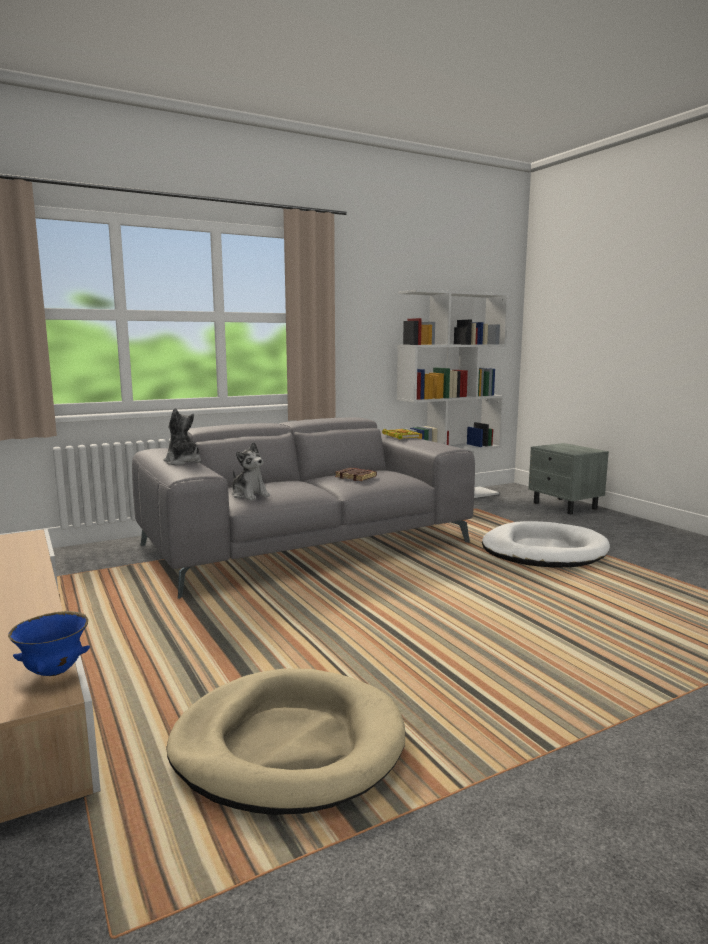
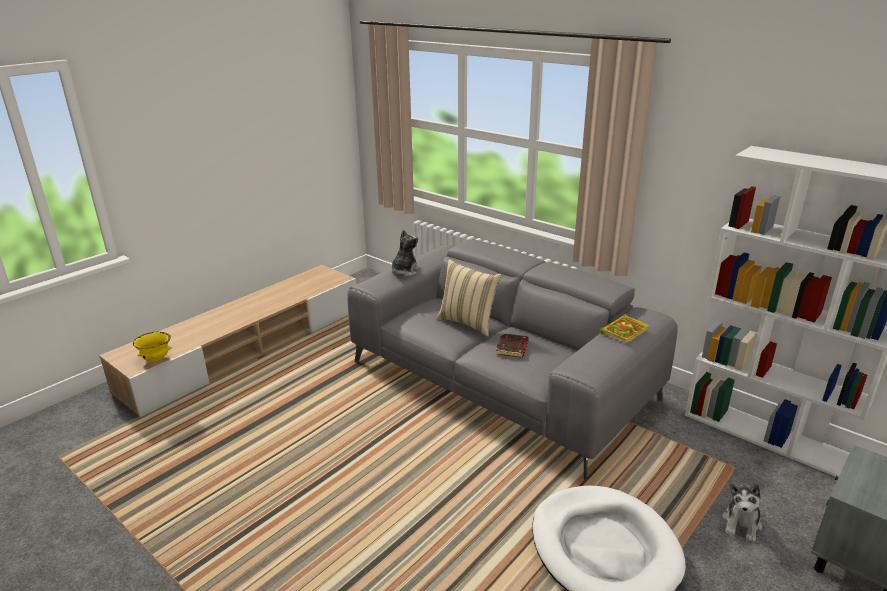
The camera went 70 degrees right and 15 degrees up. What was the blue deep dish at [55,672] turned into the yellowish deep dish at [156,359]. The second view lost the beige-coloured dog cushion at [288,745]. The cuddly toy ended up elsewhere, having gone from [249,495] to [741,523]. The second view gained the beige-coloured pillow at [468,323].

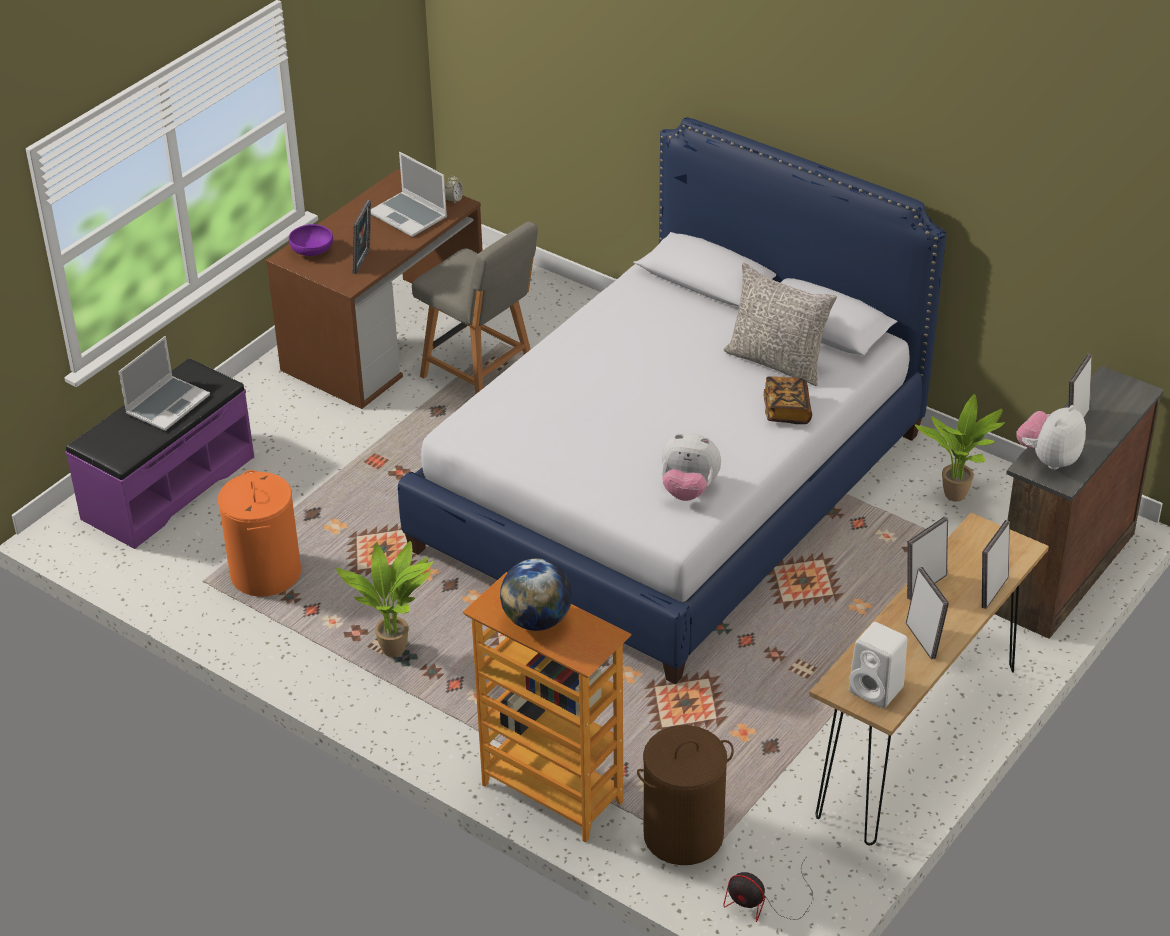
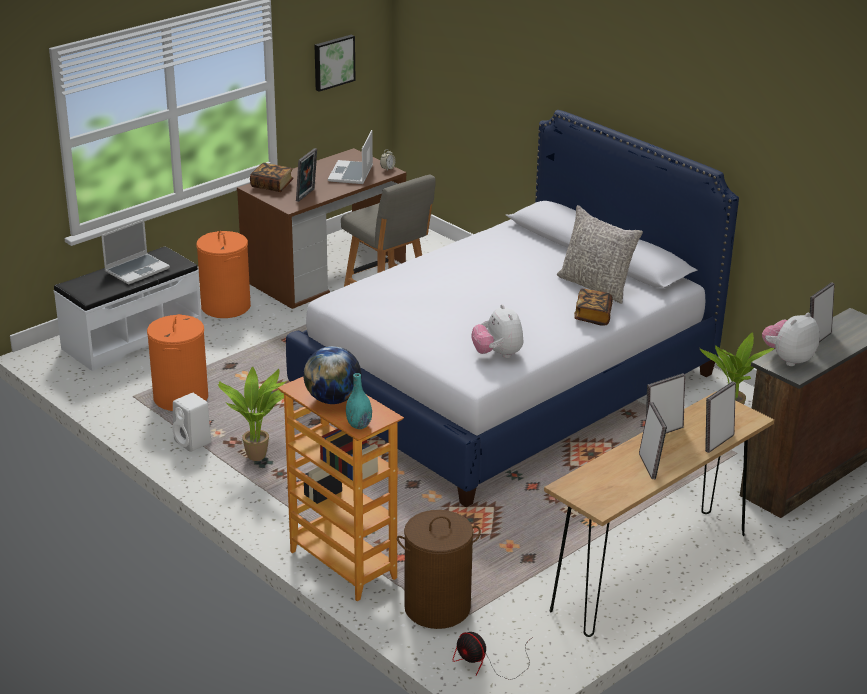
The camera went 10 degrees right and 10 degrees down. What was the purple-coloured long seat at [167,487] turned into the whitish long seat at [132,337]. Where the purple-coloured deep dish stood at [312,251], the bound book came to stand at [272,185]. The laptop at [409,216] ended up facing another way, 45 degrees clockwise from before. The cuddly toy at [688,490] ended up facing another way, 45 degrees clockwise from before. The whitish speaker ended up elsewhere, having gone from [877,690] to [193,442]. The second view gained the orange washing basket at [225,306]. The second view gained the picture at [333,62]. The second view gained the turquoise vase at [359,425].

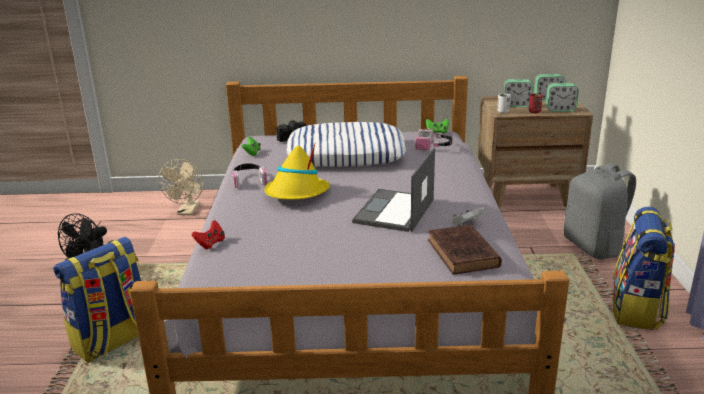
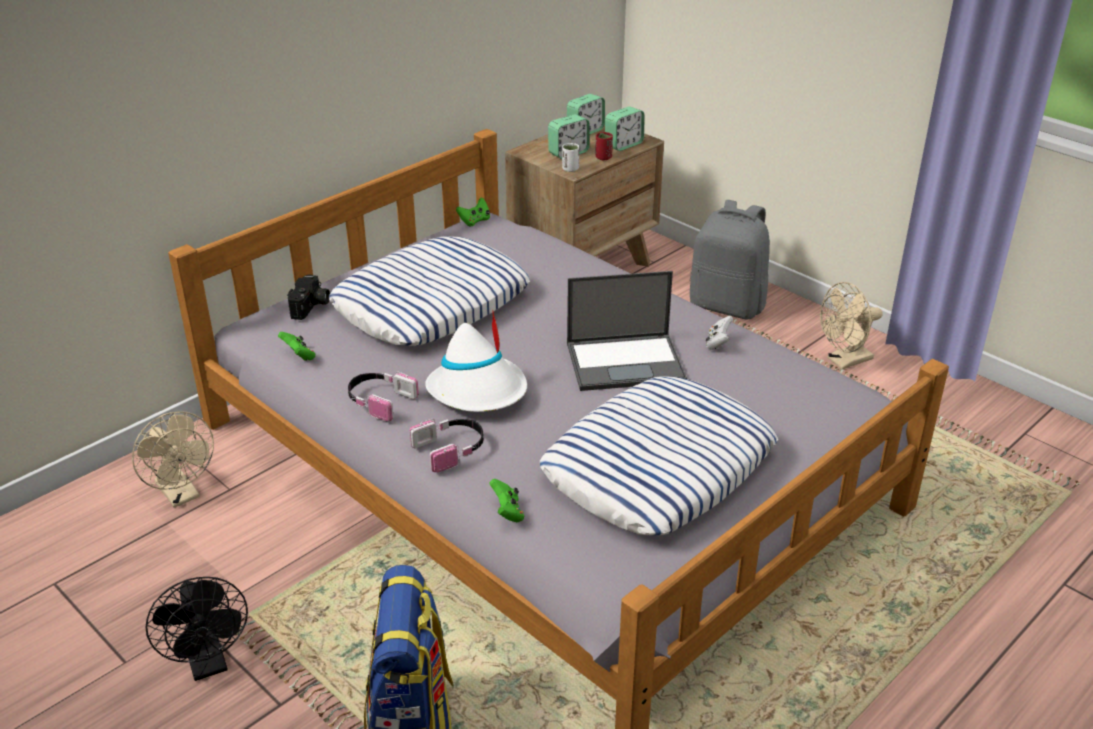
The camera went 45 degrees left and 10 degrees up. What was the reddish gamepad at [210,243] turned into the greenish gamepad at [507,512]. What was the yellowish clothing hat at [296,193] turned into the whitish clothing hat at [479,391]. The laptop at [394,211] ended up facing another way, 75 degrees counterclockwise from before. The headphones ended up elsewhere, having gone from [434,146] to [451,449]. The second view lost the brown-coloured bound book at [463,254]. Where the rucksack stood at [637,310], the beige-coloured electric fan came to stand at [844,361]. The second view gained the pillow at [659,467].

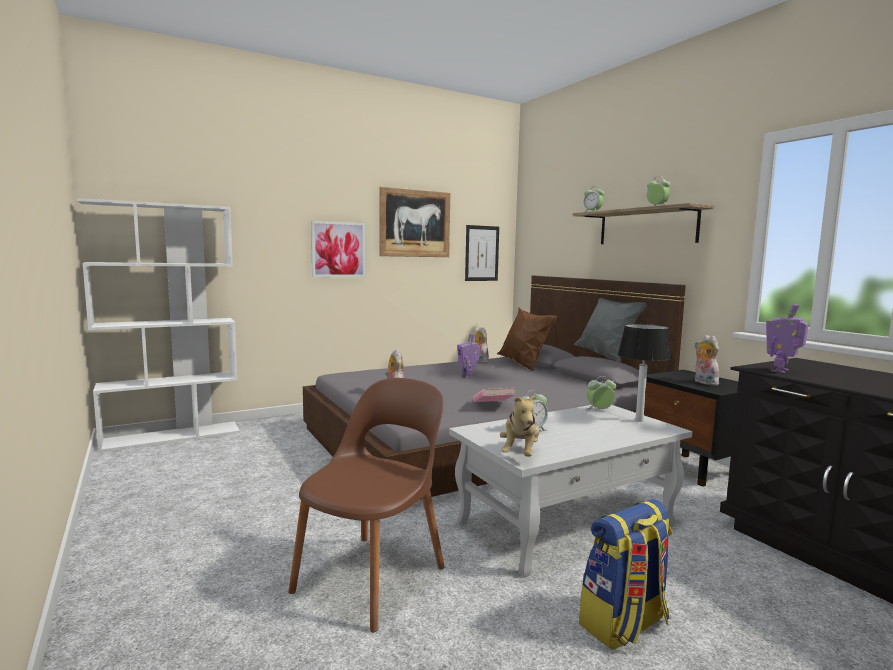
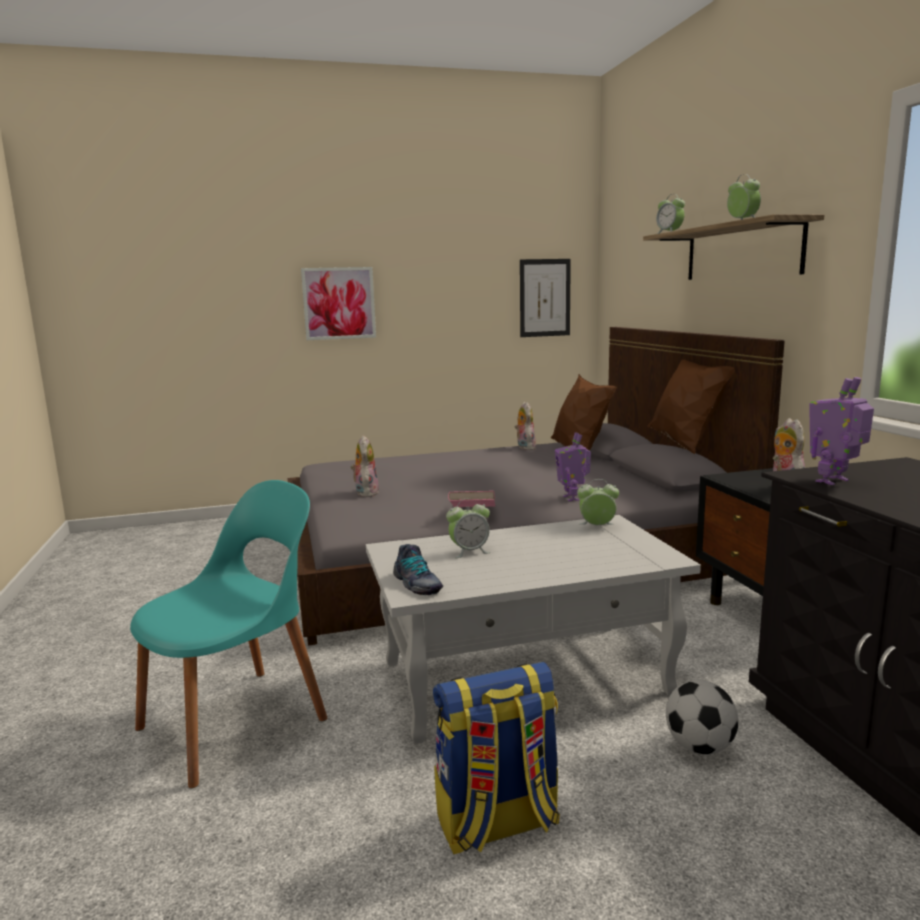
The camera went 15 degrees right and 5 degrees up. The second view lost the whitish bookcase at [172,436]. What was the brown-coloured plain chair at [372,577] turned into the turquoise plain chair at [238,721]. The second view lost the picture at [415,223]. The toy robot ended up elsewhere, having gone from [467,376] to [572,498]. Where the cuddly toy stood at [520,453], the shoe came to stand at [416,584]. What was the grey pillow at [605,356] turned into the brown-coloured pillow at [684,444]. The second view lost the lamp for a table at [639,420]. The second view gained the ball for football at [700,747].

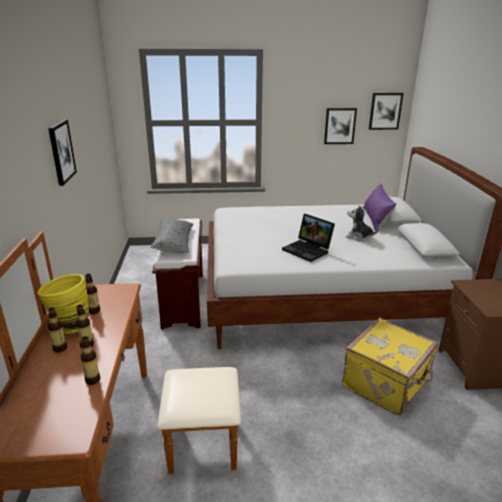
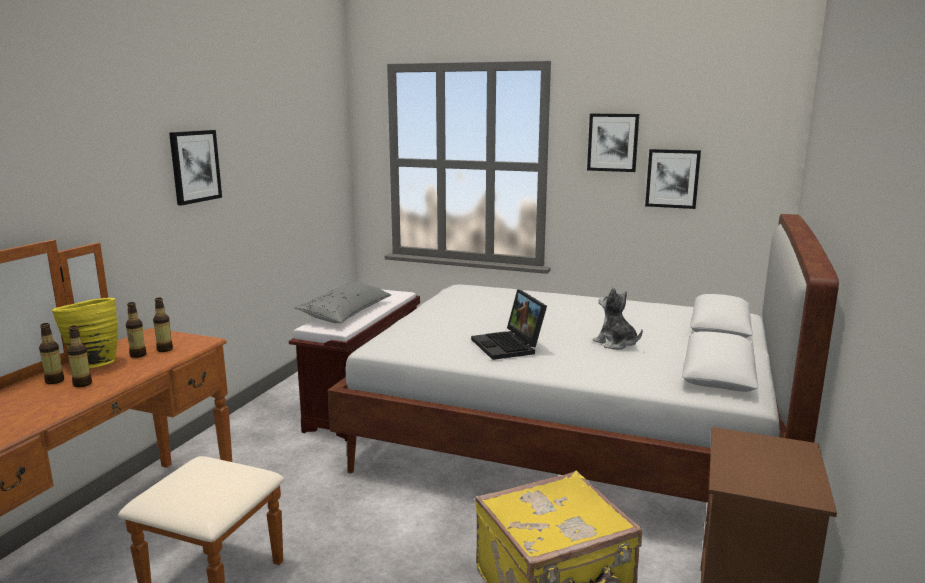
The camera went 25 degrees right and 10 degrees down. The bottle ended up elsewhere, having gone from [93,380] to [165,349]. The second view lost the purple-coloured pillow at [376,219]. The picture ended up elsewhere, having gone from [385,111] to [613,142].

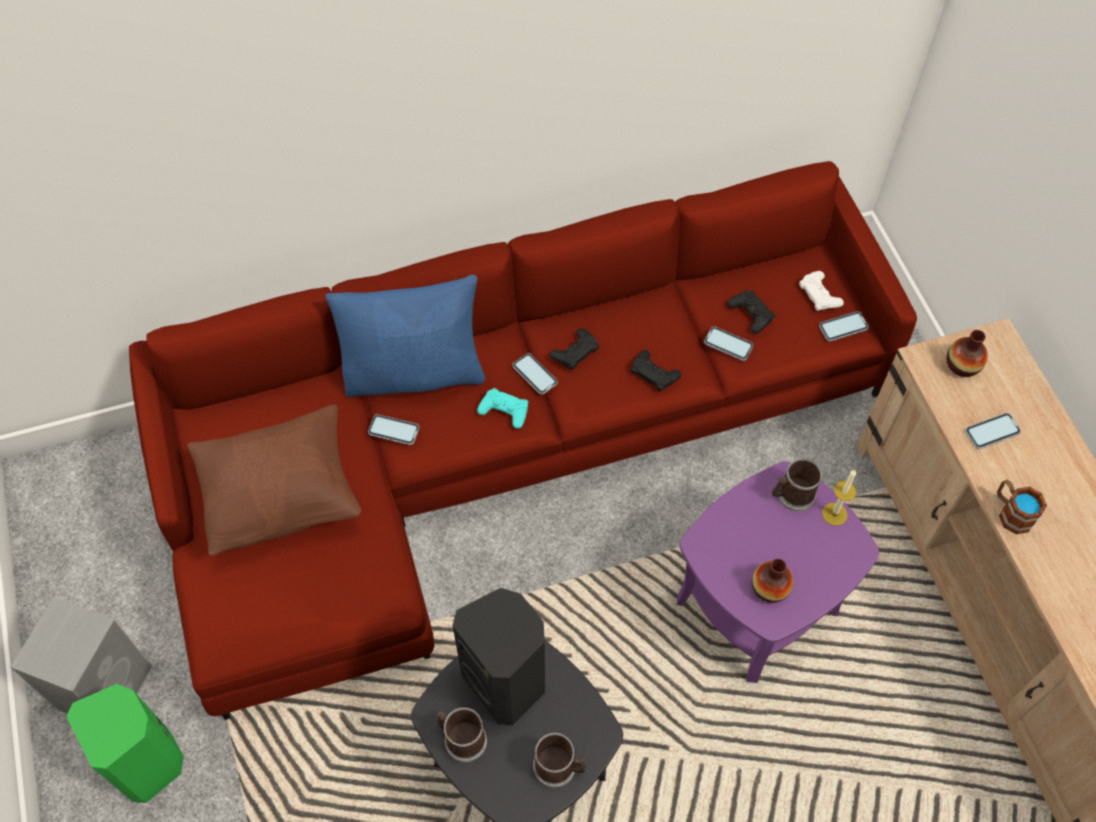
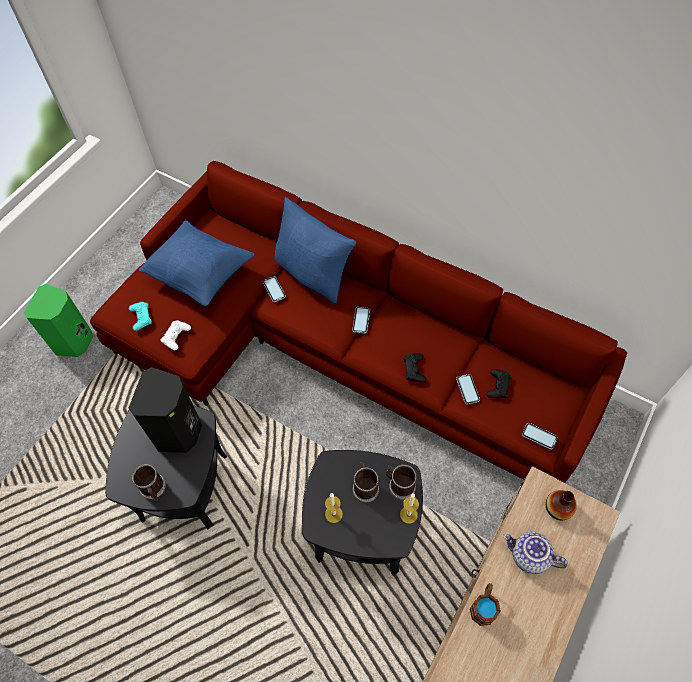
The camera went 50 degrees right and 0 degrees up. The second view lost the grey speaker at [107,685]. What was the brown-coloured pillow at [282,496] turned into the blue pillow at [200,275]. The mug ended up elsewhere, having gone from [461,738] to [365,486]. The turquoise gamepad ended up elsewhere, having gone from [504,410] to [141,317]. The second view lost the blackish gamepad at [575,352]. What was the purple-coloured end table at [757,605] turned into the blackish end table at [362,530]. Where the vase stood at [769,588], the wax light came to stand at [333,514]. The whitish gamepad ended up elsewhere, having gone from [819,294] to [176,336]. Where the phone stood at [992,432], the teapot came to stand at [528,557].

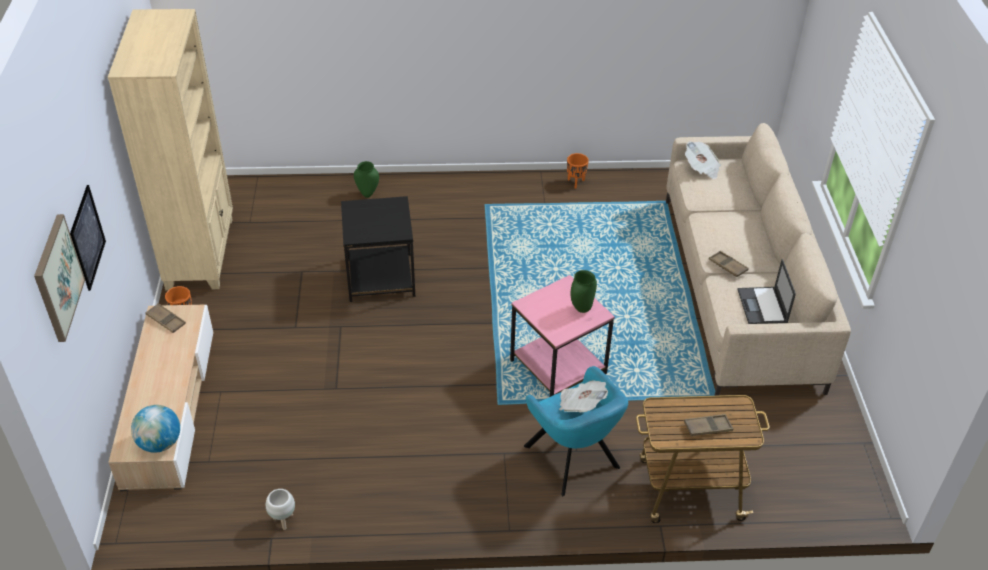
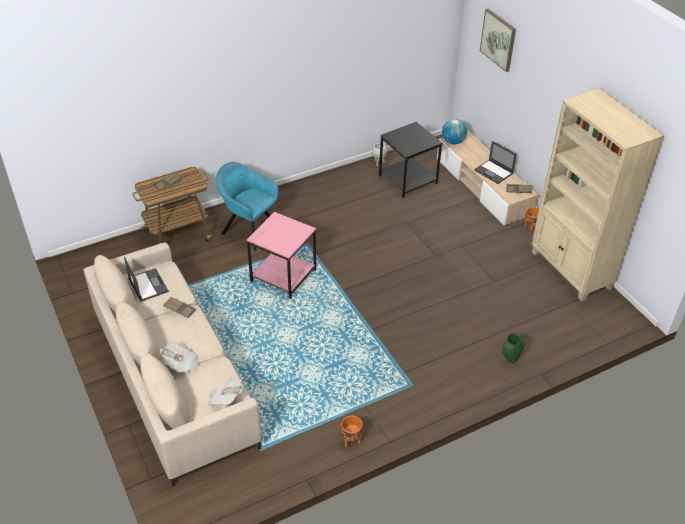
The camera went 155 degrees right and 0 degrees up. The second view lost the picture at [87,237]. The blackish end table ended up elsewhere, having gone from [381,276] to [408,180]. The newspaper ended up elsewhere, having gone from [581,404] to [182,364]. The second view lost the greenish vase at [582,309]. The second view gained the laptop at [494,172].

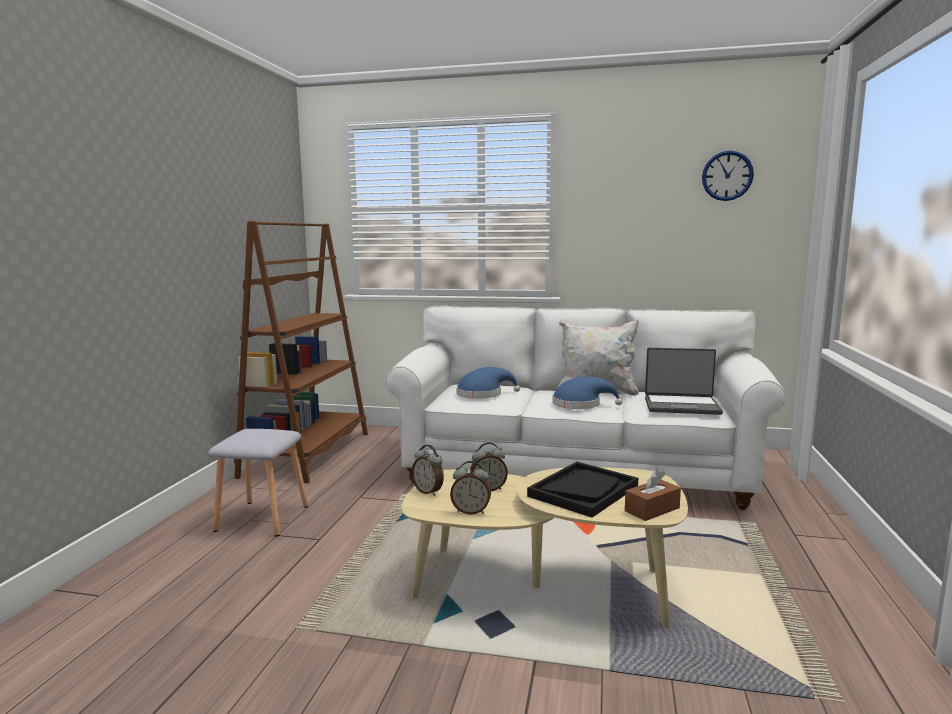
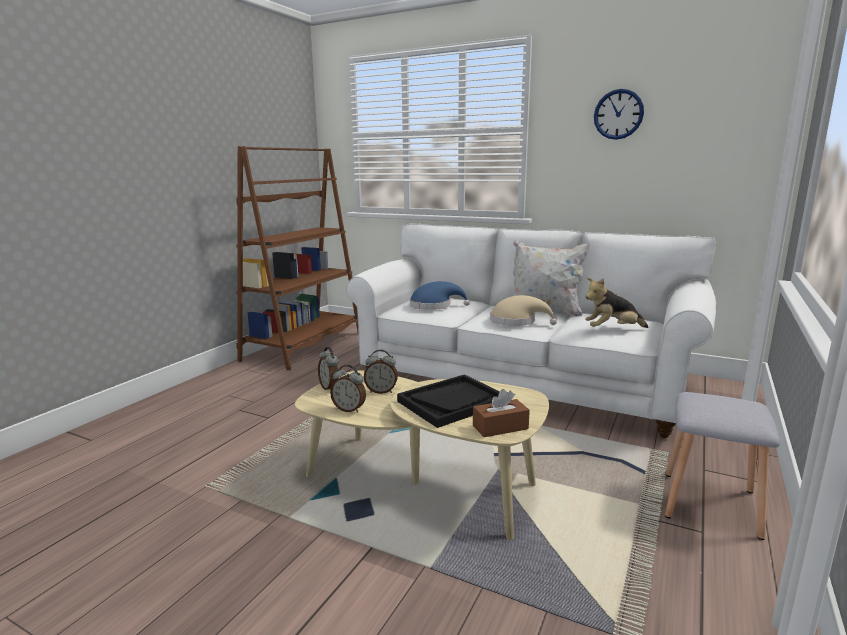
The camera went 15 degrees right and 5 degrees up. The grey stool seat ended up elsewhere, having gone from [261,518] to [708,504]. What was the blue clothing hat at [580,404] turned into the beige-coloured clothing hat at [516,321]. Where the laptop stood at [681,406], the cuddly toy came to stand at [612,330]. The clock on the wall ended up elsewhere, having gone from [727,176] to [618,114].

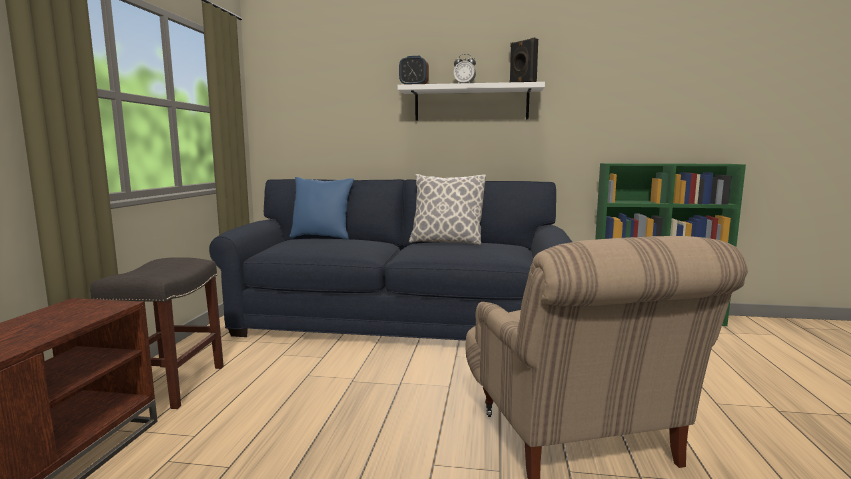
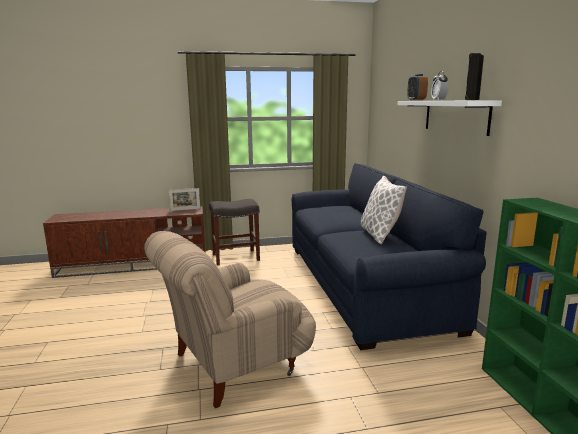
The camera went 70 degrees right and 5 degrees up. The second view lost the blue pillow at [322,237]. The second view gained the picture frame at [185,209].

